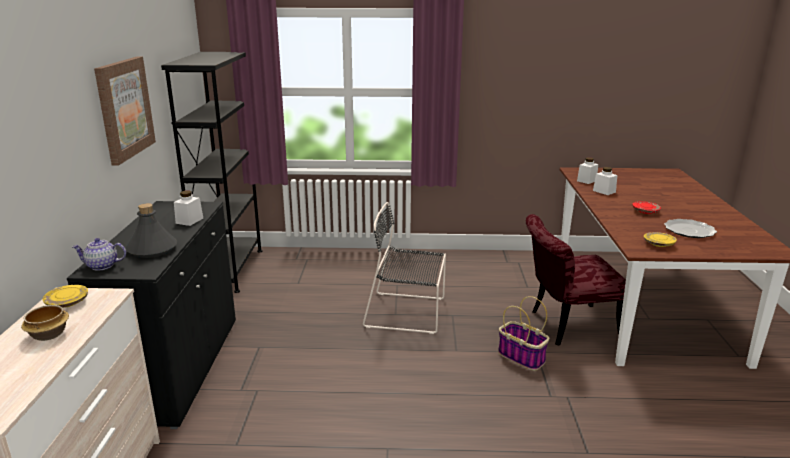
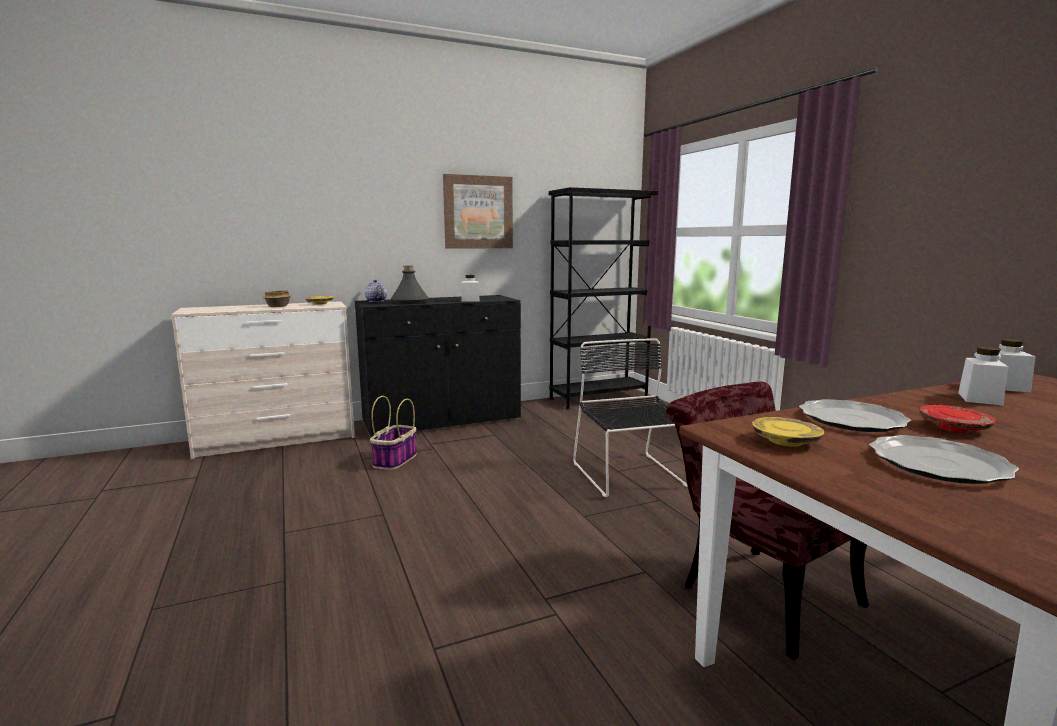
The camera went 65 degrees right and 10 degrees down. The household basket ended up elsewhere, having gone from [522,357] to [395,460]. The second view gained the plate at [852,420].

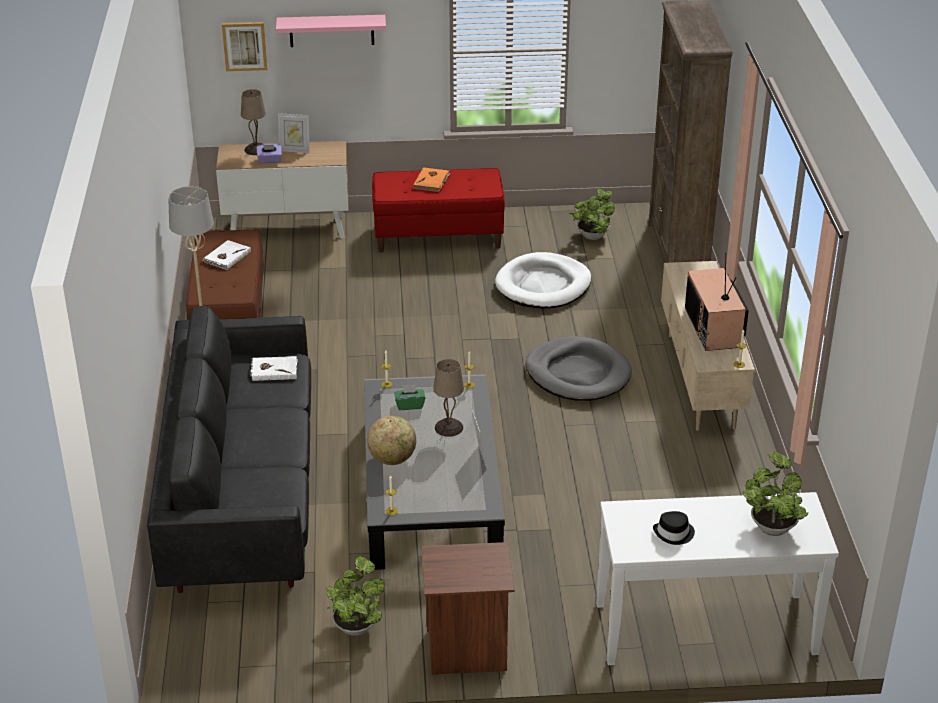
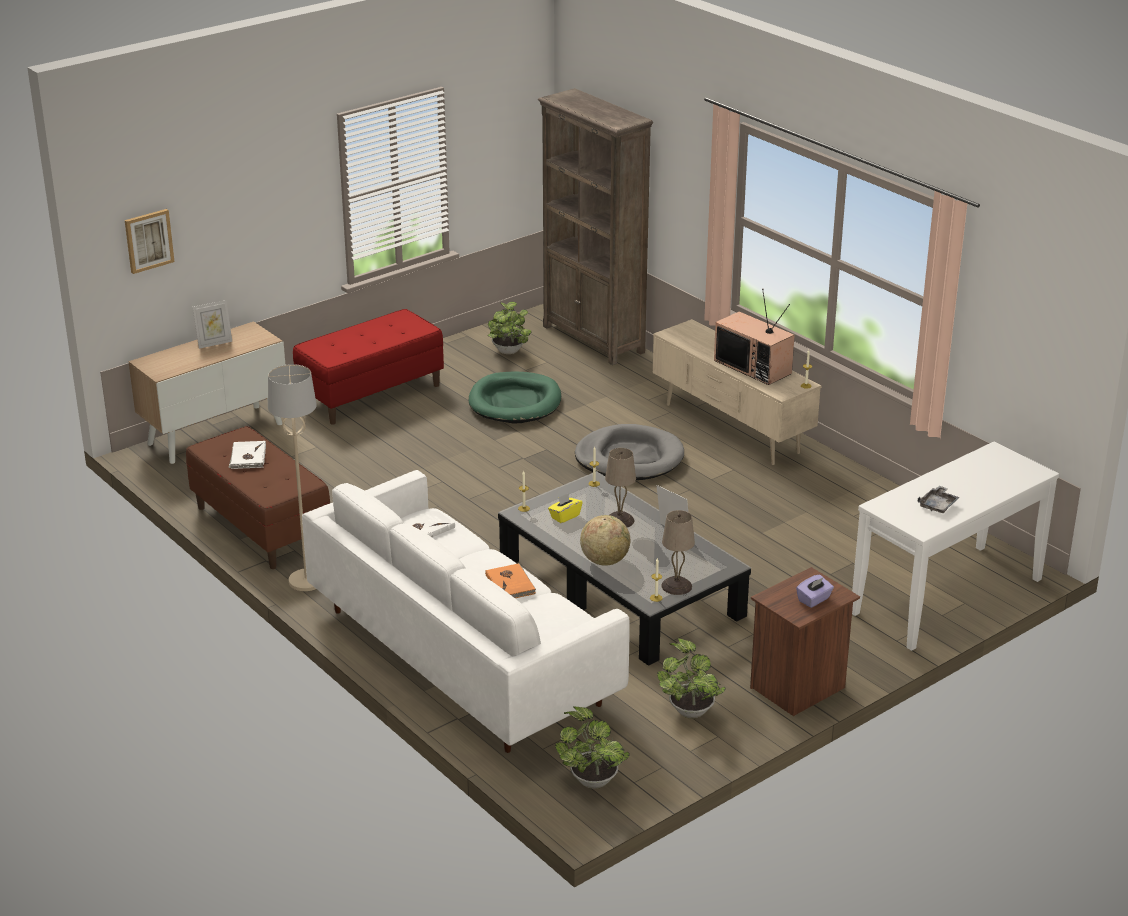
The camera went 35 degrees left and 5 degrees down. What was the blackish sofa at [243,495] turned into the whitish sofa at [463,657]. The beige-coloured lamp for a table ended up elsewhere, having gone from [256,149] to [676,585]. The purple-coloured tissue holder ended up elsewhere, having gone from [270,160] to [814,600]. The second view lost the pinkish wall shelf at [331,30]. What was the greenish tissue holder at [409,405] turned into the yellowish tissue holder at [565,516]. The orange bound book ended up elsewhere, having gone from [431,181] to [511,584]. What was the whitish dog cushion at [543,285] turned into the greenish dog cushion at [515,402]. Where the blackish clothing hat stood at [674,533], the grey tray came to stand at [938,505]. The plant in a pot ended up elsewhere, having gone from [772,525] to [591,779].

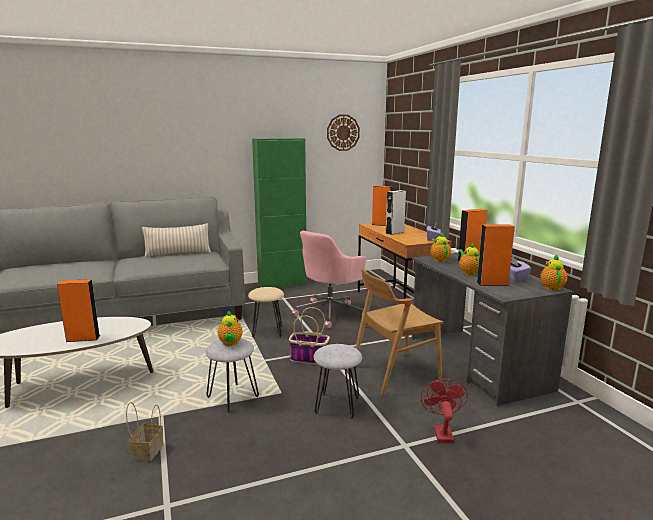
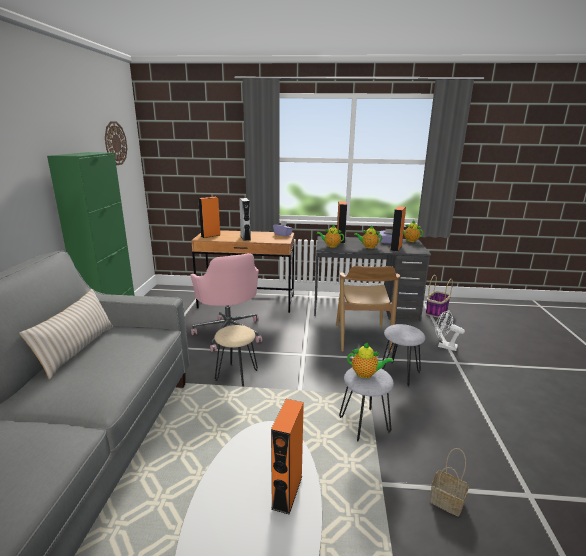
The camera went 65 degrees left and 5 degrees up. The household basket ended up elsewhere, having gone from [308,358] to [436,311]. What was the reddish electric fan at [442,432] turned into the whitish electric fan at [444,346].

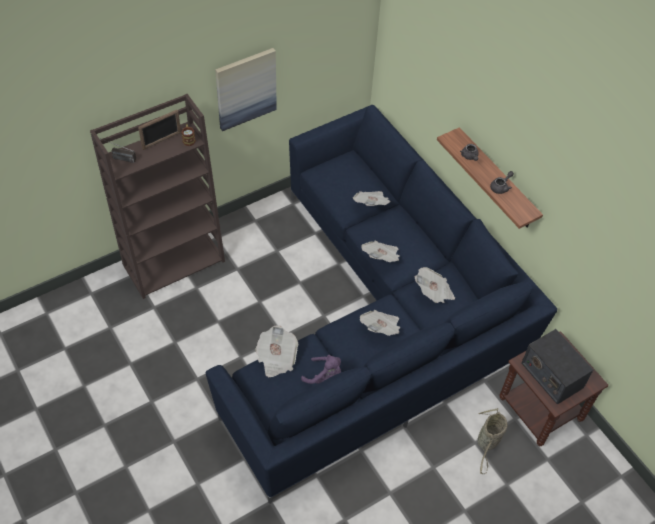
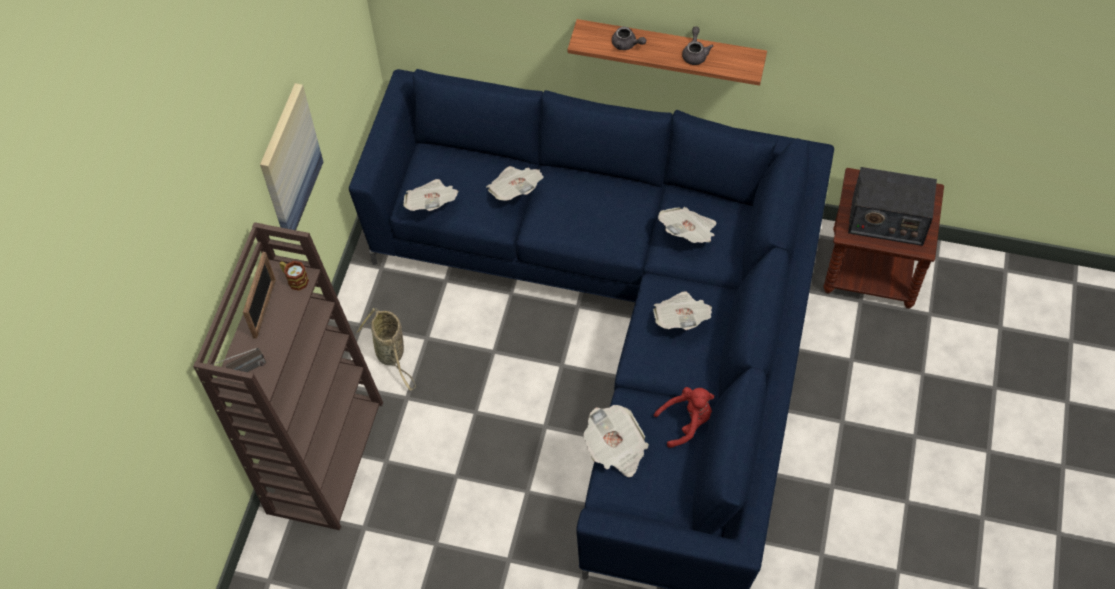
The camera went 40 degrees left and 5 degrees up. What was the purple-coloured cuddly toy at [325,377] turned into the reddish cuddly toy at [686,422]. The newspaper ended up elsewhere, having gone from [381,257] to [432,204]. The household basket ended up elsewhere, having gone from [487,443] to [391,354].

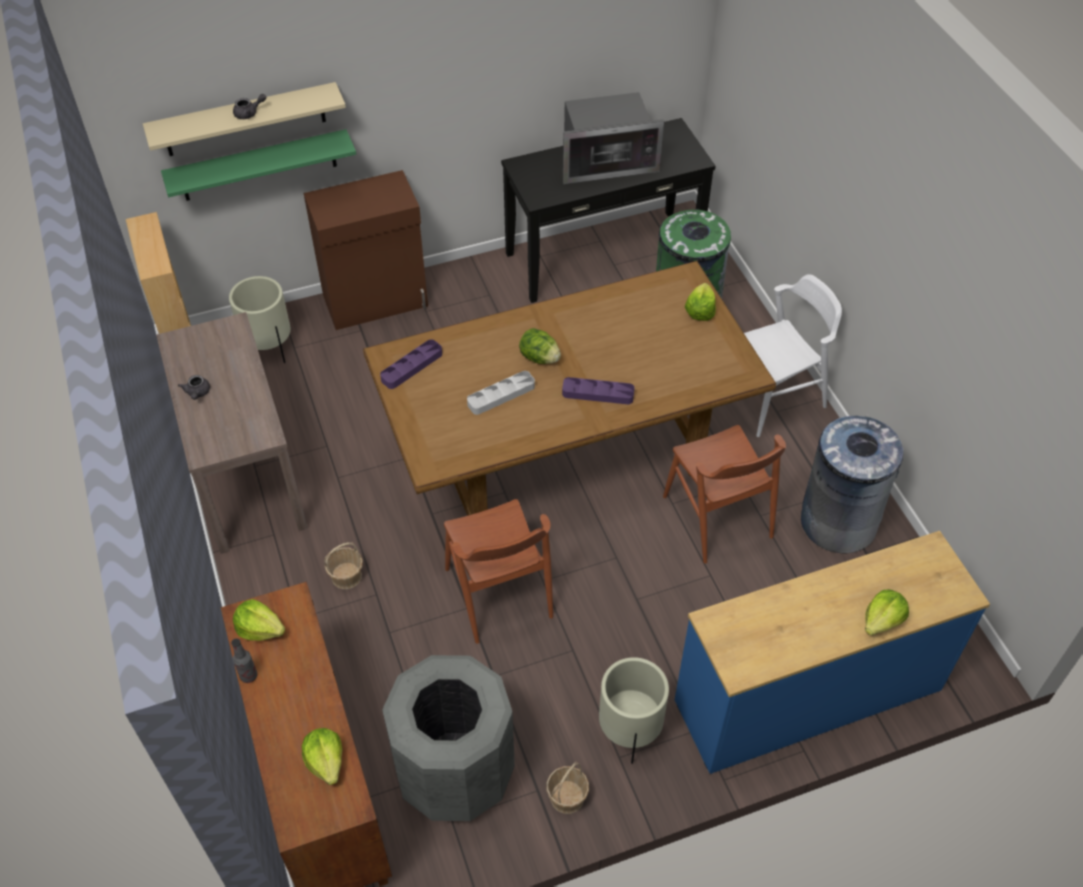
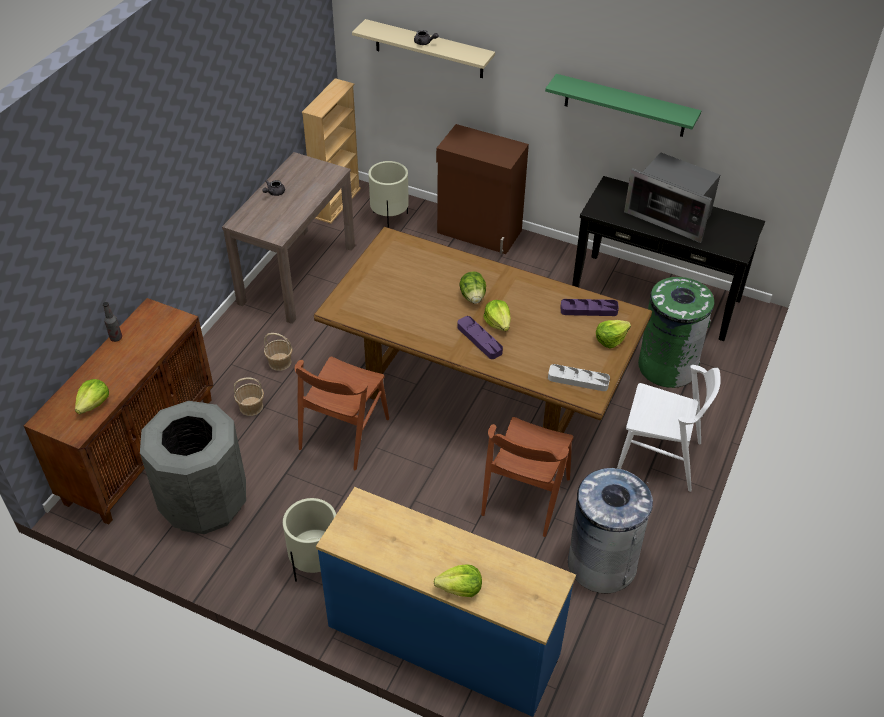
The camera went 45 degrees right and 5 degrees down. The greenish wall shelf ended up elsewhere, having gone from [258,166] to [625,106]. The head of lettuce ended up elsewhere, having gone from [260,628] to [498,323]. The purple-coloured tray ended up elsewhere, having gone from [412,367] to [589,310]. The grey tray ended up elsewhere, having gone from [501,395] to [578,380]. The household basket ended up elsewhere, having gone from [567,797] to [251,407].

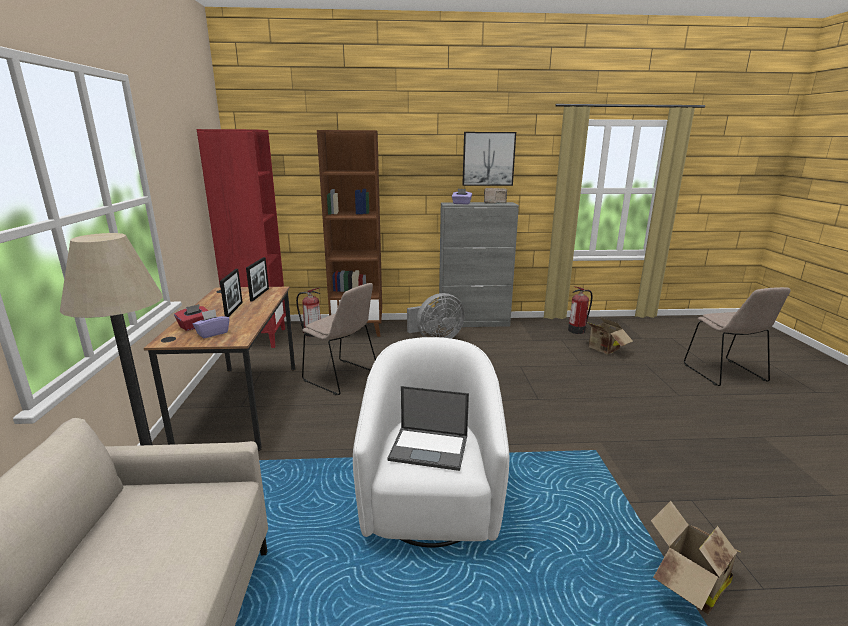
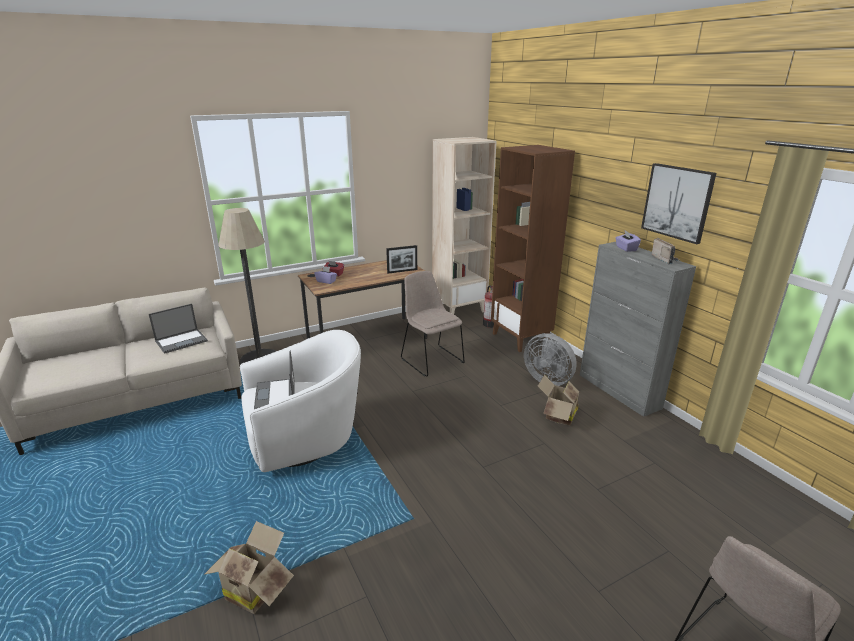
The camera went 65 degrees right and 5 degrees up. What was the reddish bookcase at [259,338] turned into the beige-coloured bookcase at [459,309]. The second view lost the picture frame at [234,310]. The beige-coloured plain chair at [342,378] ended up facing another way, 135 degrees clockwise from before. The second view lost the extinguisher at [577,330]. The carton ended up elsewhere, having gone from [603,350] to [557,416]. The second view gained the laptop at [182,341].

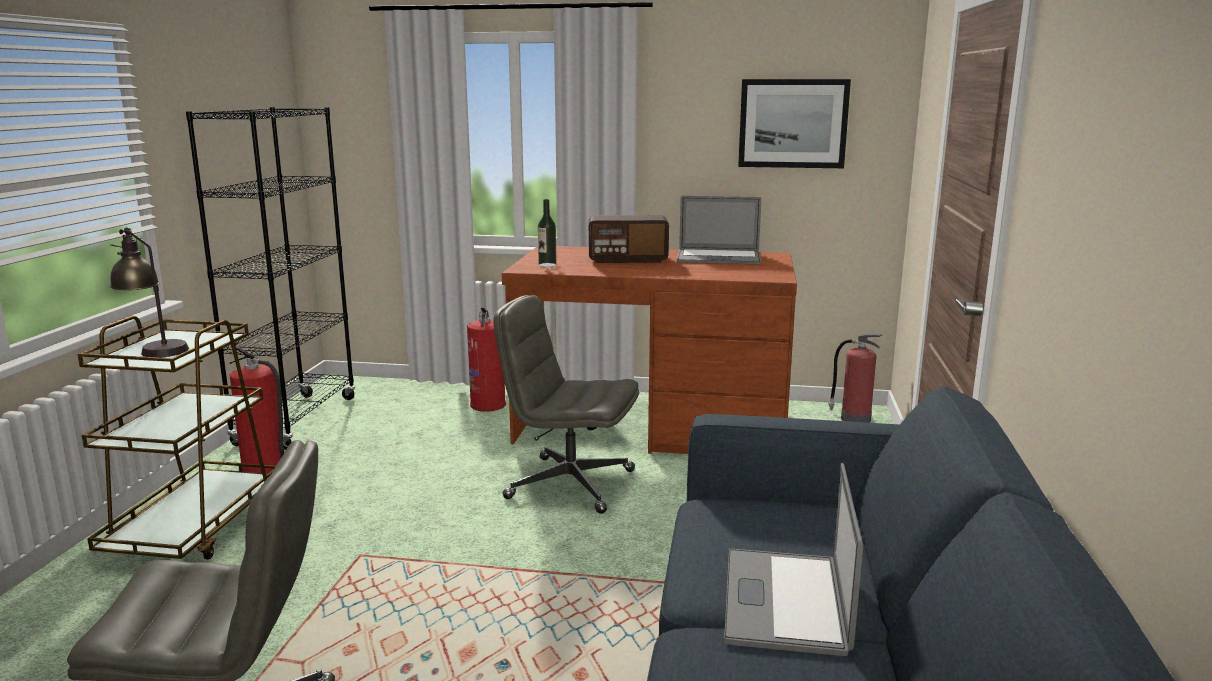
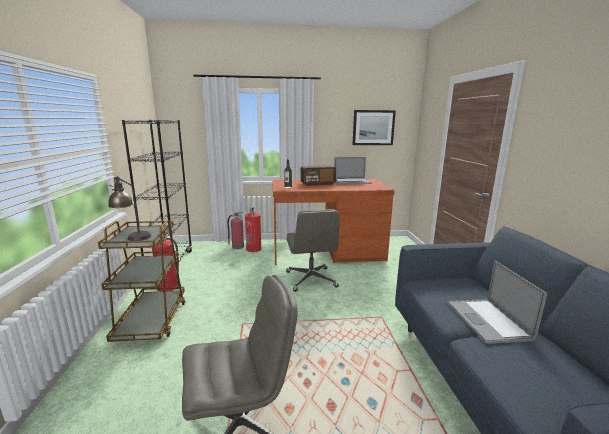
The camera went 15 degrees left and 0 degrees up. The grey computer chair at [569,484] ended up facing another way, 105 degrees counterclockwise from before. The extinguisher ended up elsewhere, having gone from [854,418] to [237,246].

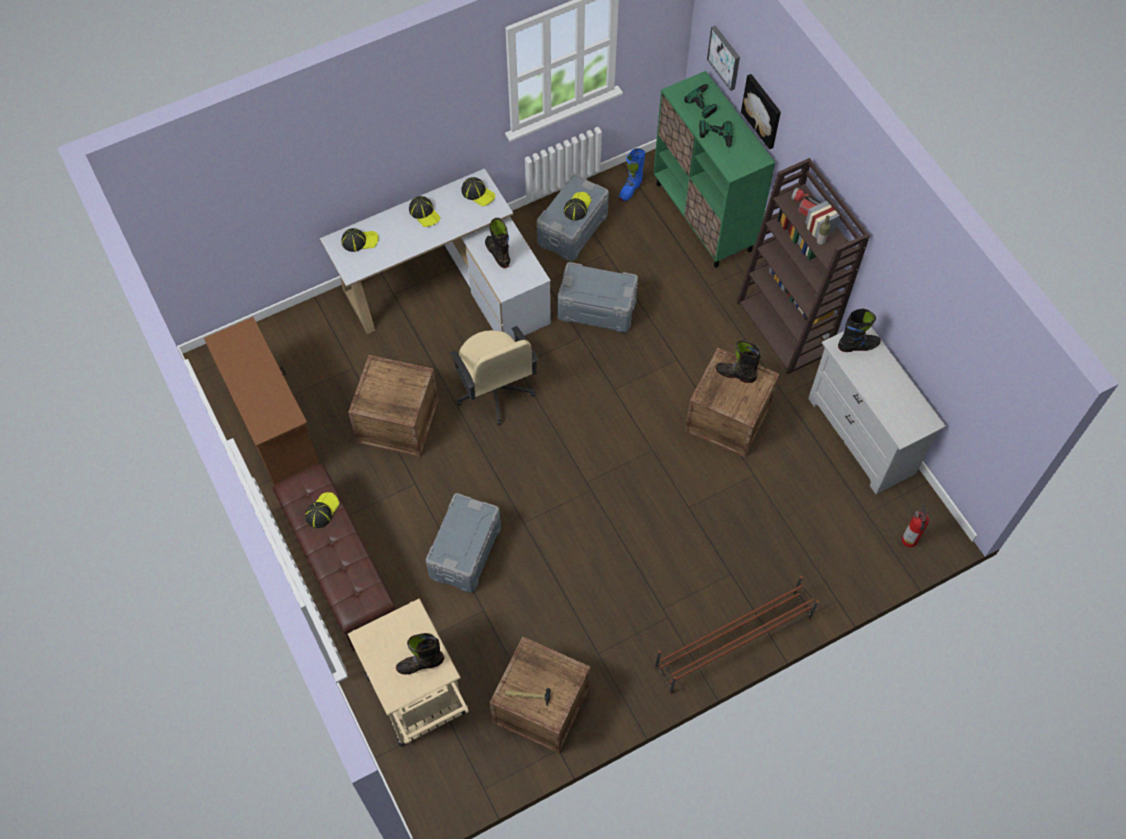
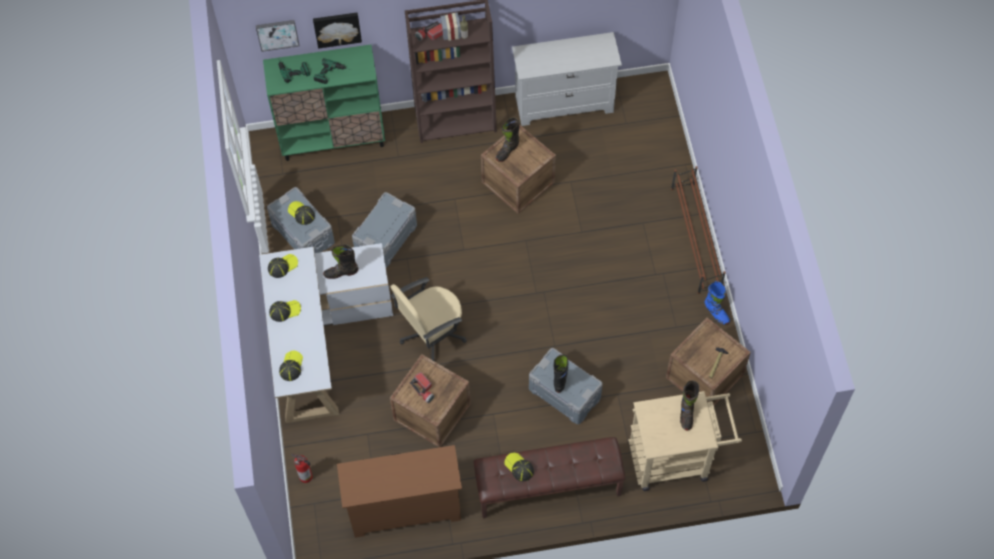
The camera went 70 degrees left and 0 degrees up. The beige-coloured computer chair at [495,390] ended up facing another way, 150 degrees clockwise from before. The blue boot ended up elsewhere, having gone from [630,189] to [716,313]. The blackish boot ended up elsewhere, having gone from [858,346] to [560,378]. The extinguisher ended up elsewhere, having gone from [909,541] to [306,477]. The second view gained the hand torch at [424,390].

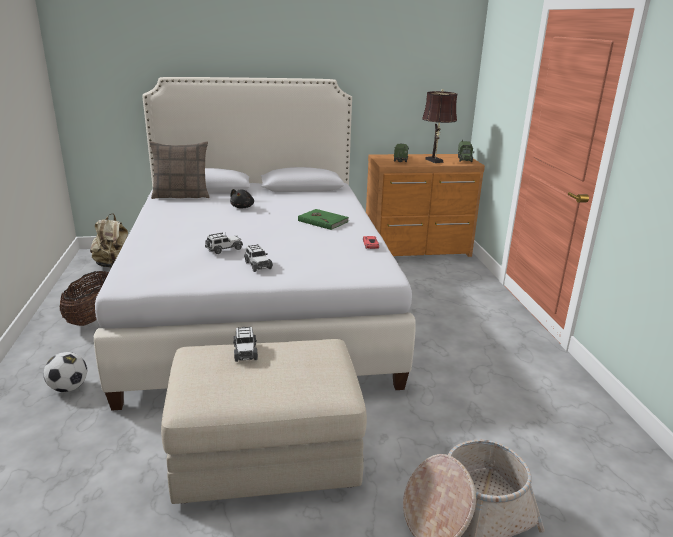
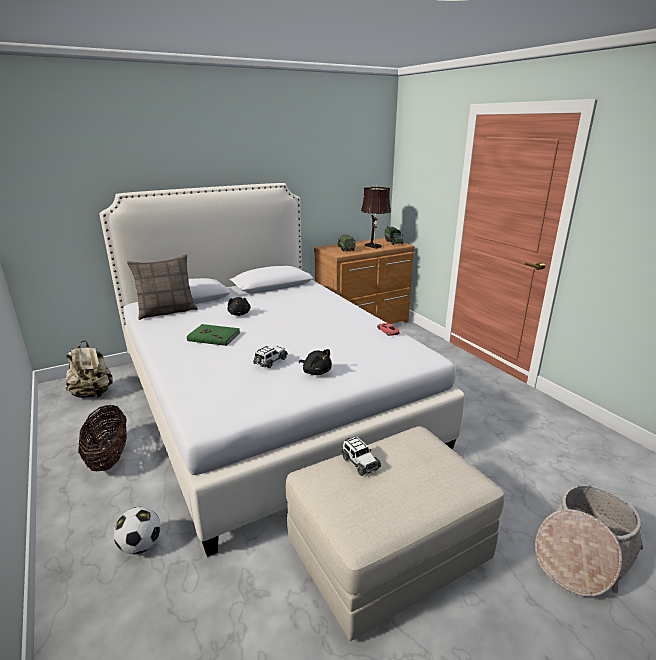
The camera went 20 degrees left and 0 degrees up. Where the model car stood at [257,265], the blackish cuddly toy came to stand at [316,372]. The greenish bound book ended up elsewhere, having gone from [323,221] to [214,336].

